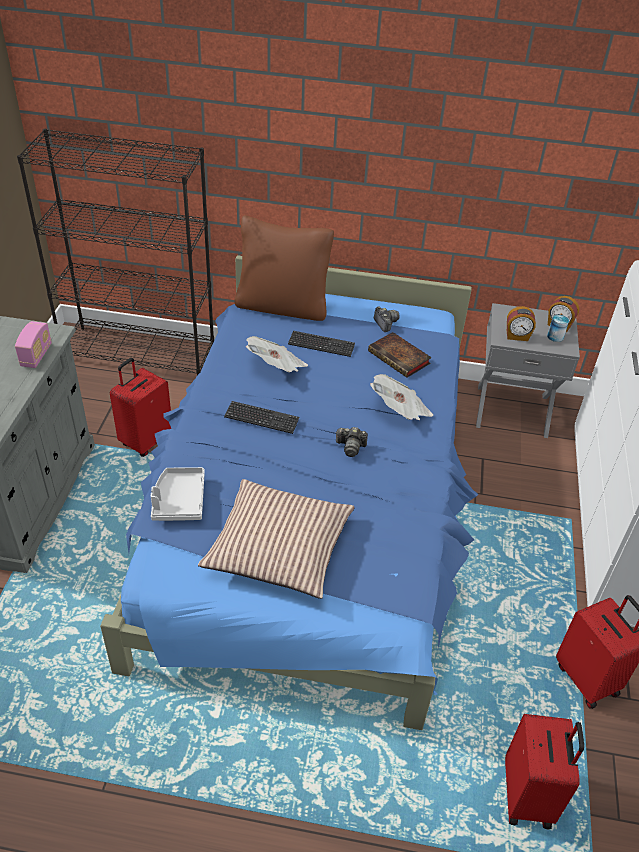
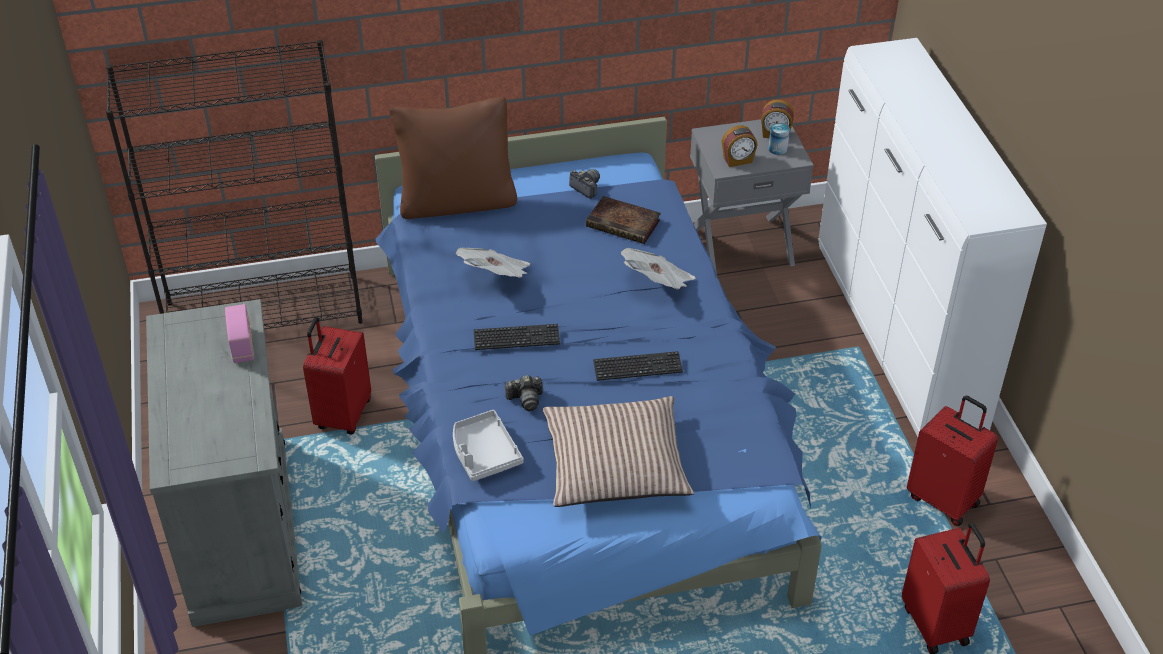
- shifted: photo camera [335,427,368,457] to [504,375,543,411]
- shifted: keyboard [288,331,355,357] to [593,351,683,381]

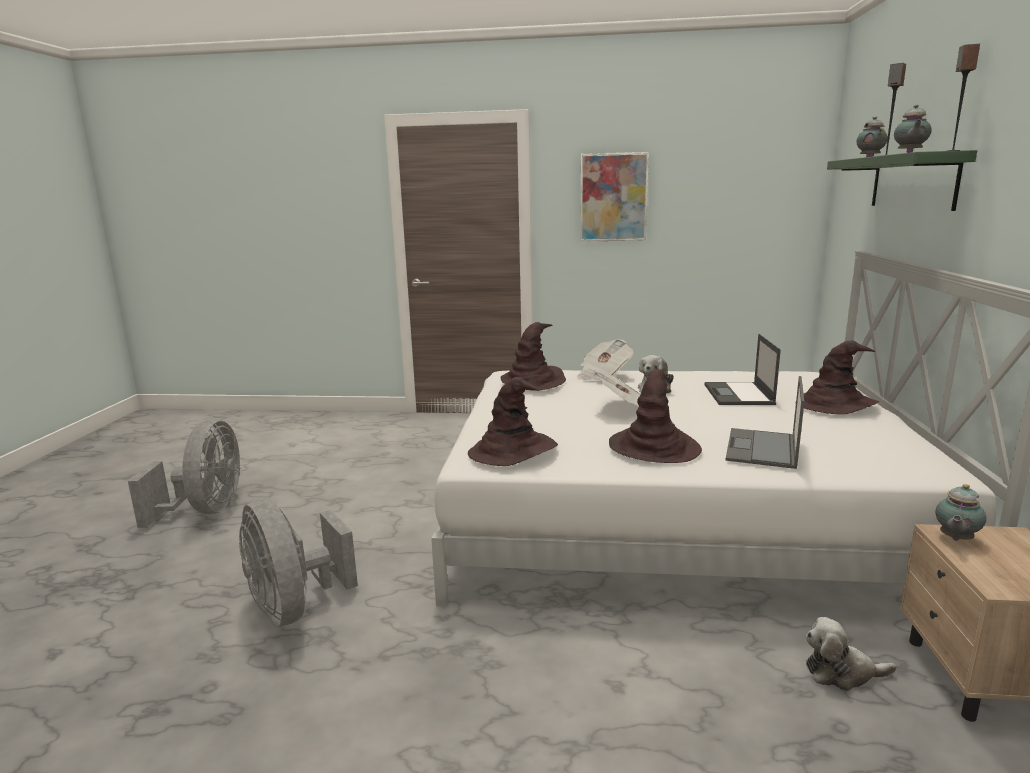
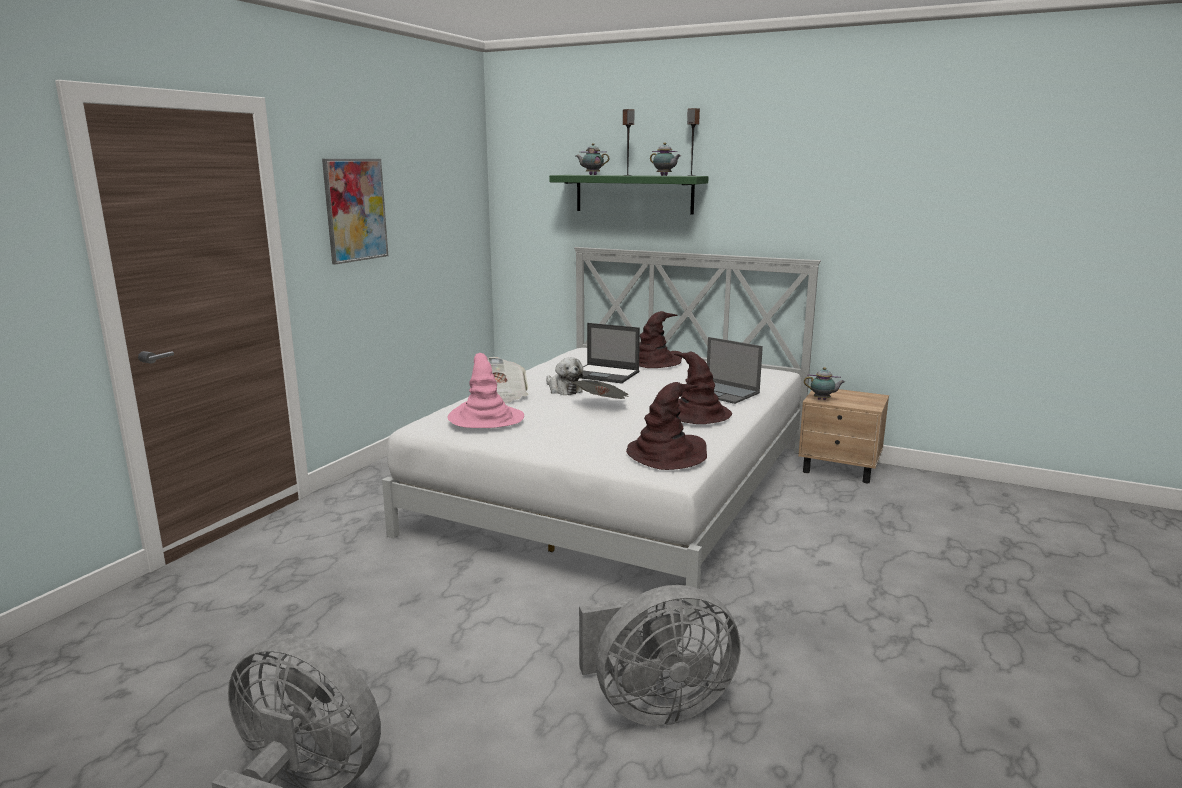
- repainted: hat/brown [500,322,566,391] to hat/pink [448,353,524,428]
- rotated: teapot [935,484,986,541] = [804,367,845,400] 45 degrees counterclockwise
- gone: plush toy [806,617,897,691]

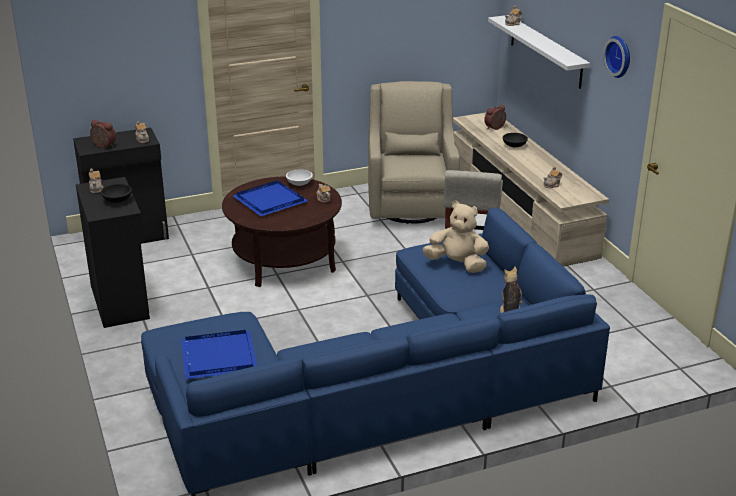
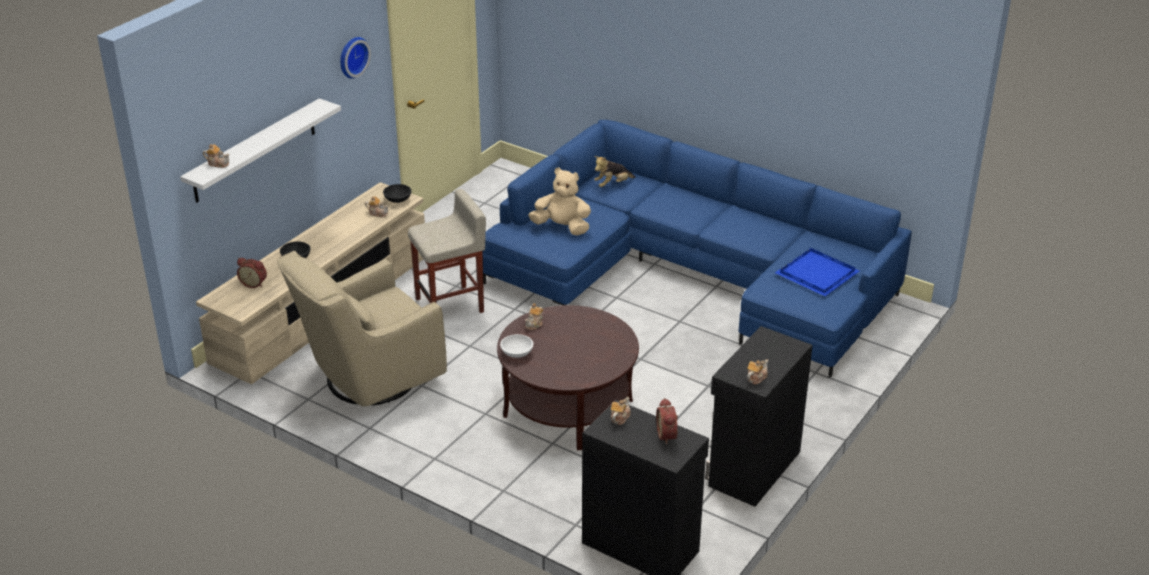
- shifted: bowl/black [101,184,132,203] to [383,184,412,203]
- rotated: plush toy/beige [422,201,489,273] = [528,168,591,236] 120 degrees clockwise
- gone: tray/blue [233,180,308,216]

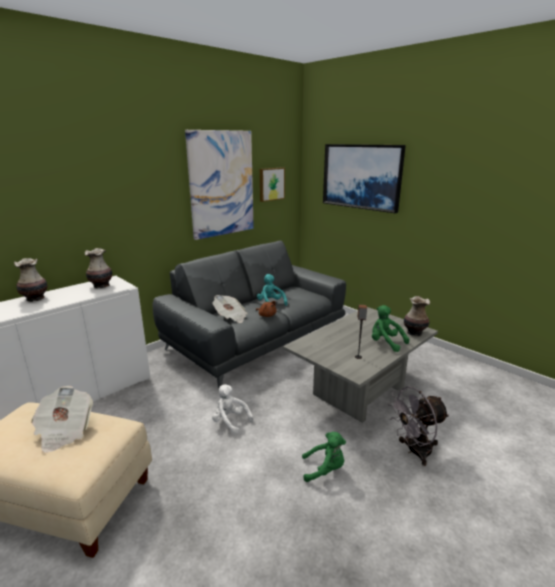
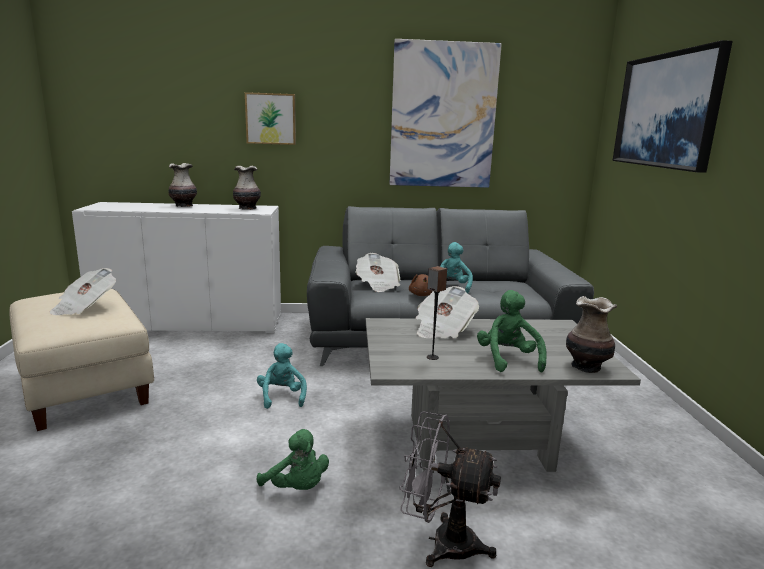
- shifted: picture [260,167,285,202] to [245,92,296,145]
- repainted: plush toy/white [212,384,253,435] to plush toy/turquoise [257,343,307,409]
- new: newspaper [416,286,479,338]

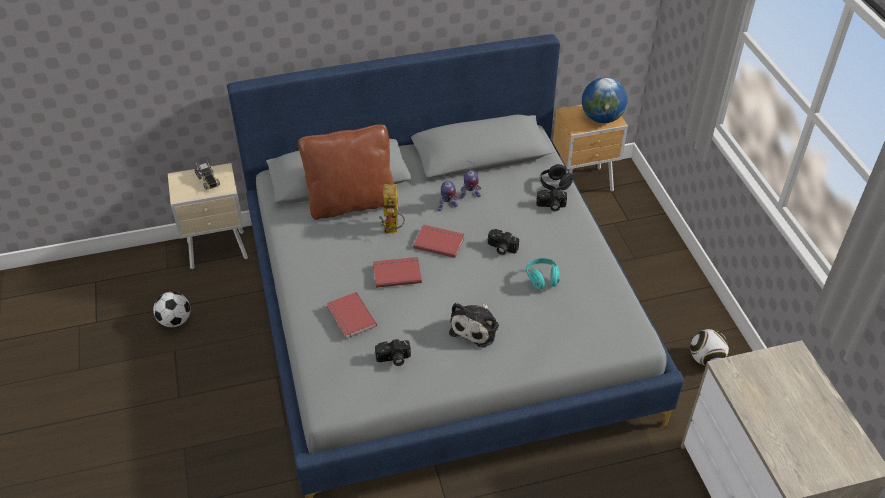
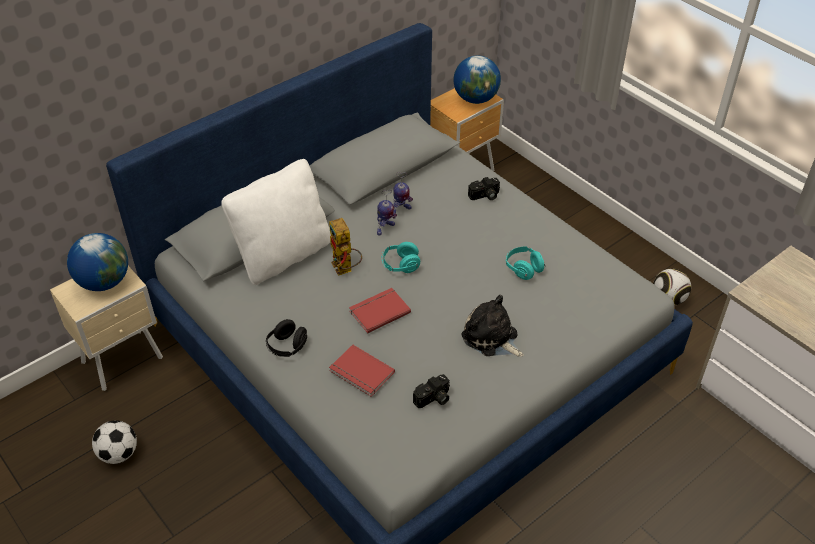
- swapped: toy truck [195,160,220,190] to globe [67,233,128,291]
- repainted: pillow/brown [298,124,394,220] to pillow/white [221,159,331,285]
- shifted: headphones/black [540,164,573,191] to [266,319,307,357]
- swapped: book/red [413,225,465,258] to headphones/turquoise [382,242,420,273]
- rotated: plush toy [449,303,499,347] = [461,295,524,357] 135 degrees clockwise
- gone: photo camera [487,229,519,255]

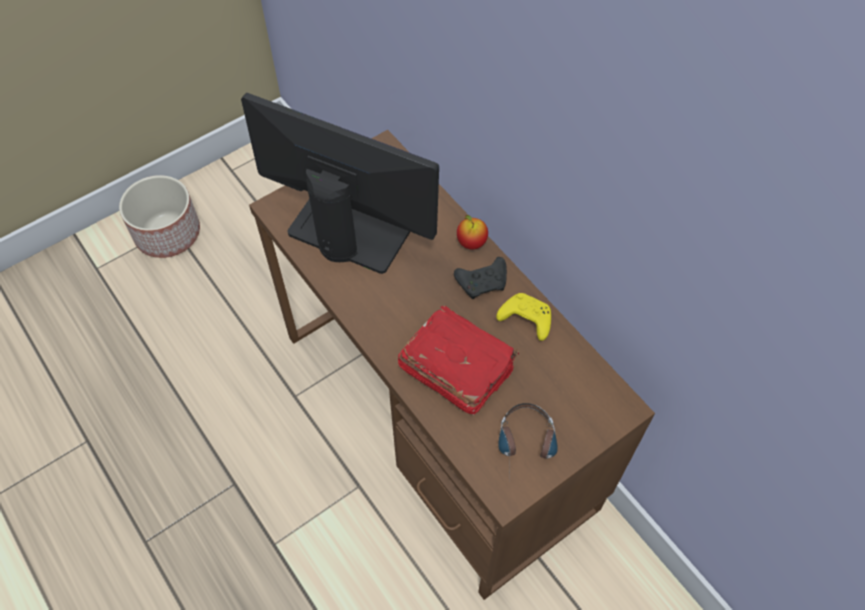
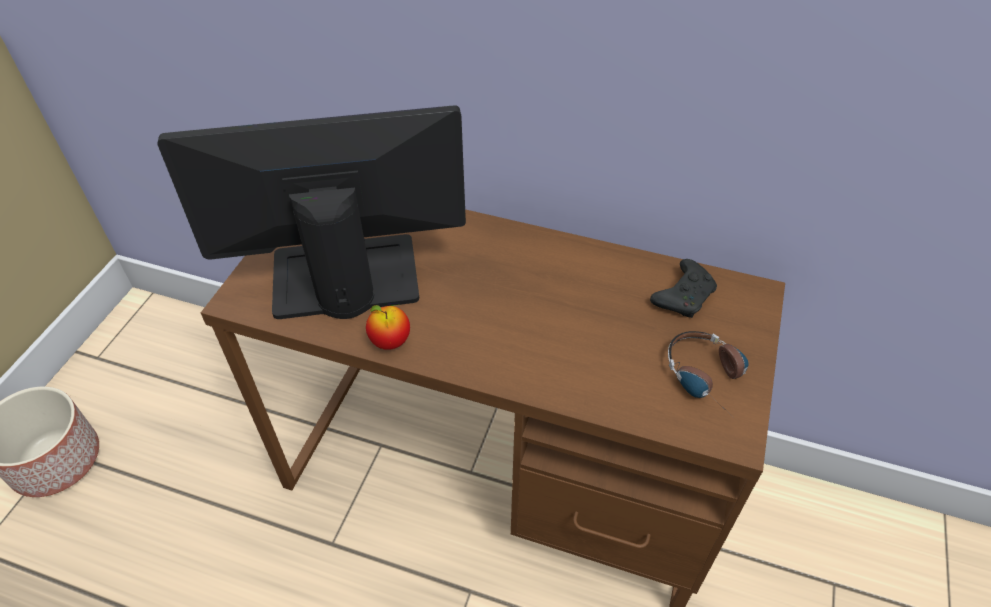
- shifted: apple [457,215,488,249] to [366,305,410,350]
- shifted: game controller/black [454,257,507,299] to [650,259,717,318]
- gone: book/red [398,305,519,415]
- gone: game controller/yellow [496,293,551,341]

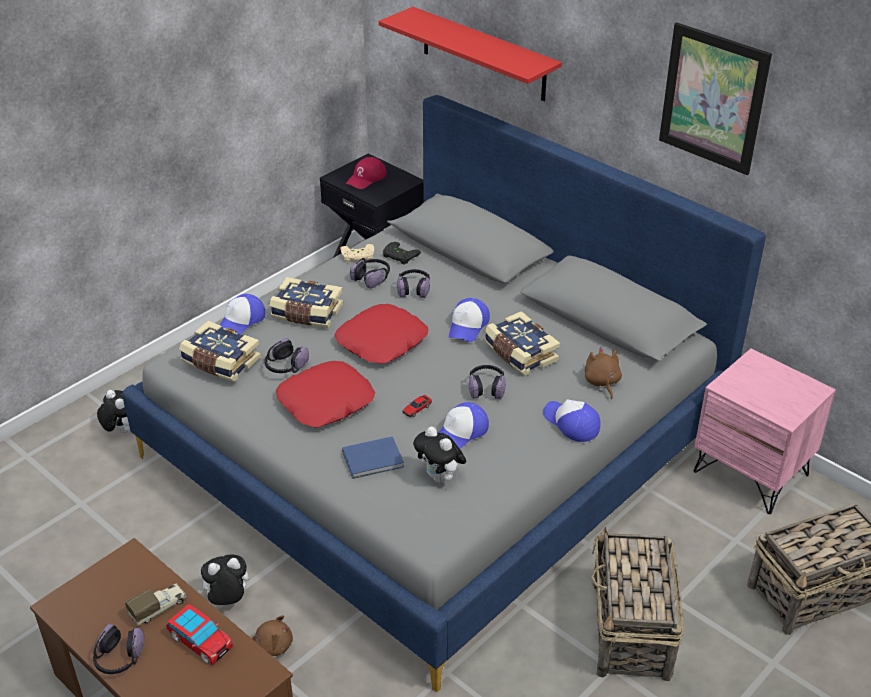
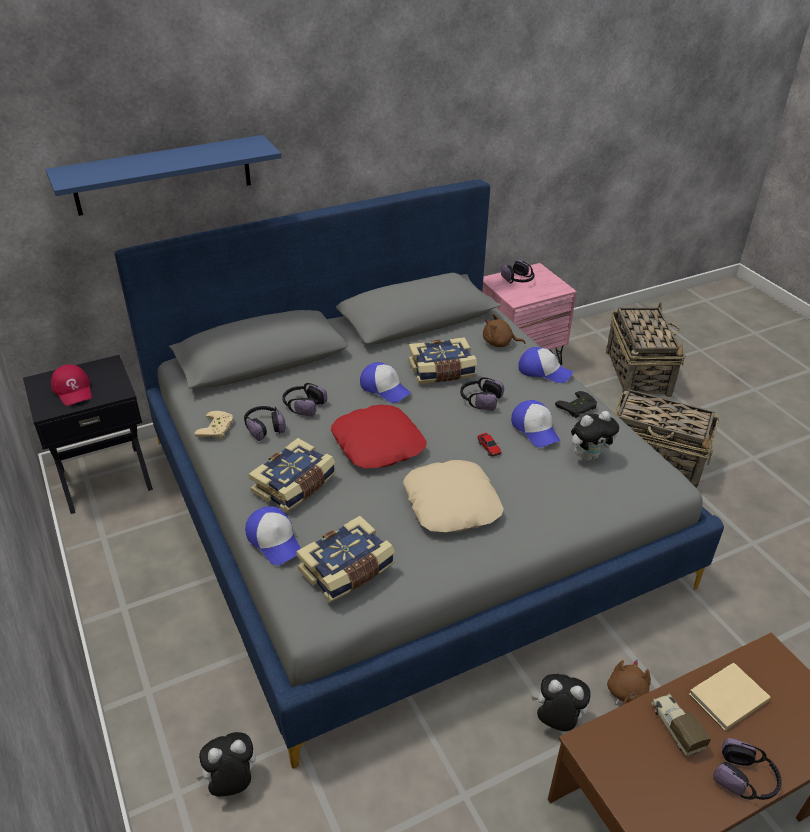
- repainted: shelf/red [379,7,562,101] to shelf/blue [45,135,282,216]
- repainted: pillow/red [276,361,375,427] to pillow/beige [403,460,504,532]
- shifted: headphones [264,338,309,373] to [501,260,535,283]
- rotated: cap [543,399,601,442] = [518,347,573,383] 135 degrees counterclockwise
- rotated: plush toy [197,554,249,605] = [531,674,591,731] 105 degrees clockwise
- shifted: game controller/black [383,242,421,265] to [555,391,597,418]
- swapped: toy car [166,604,233,665] to book/beige [689,662,771,731]
- gone: book/blue [342,436,404,479]
- gone: picture [659,22,772,175]

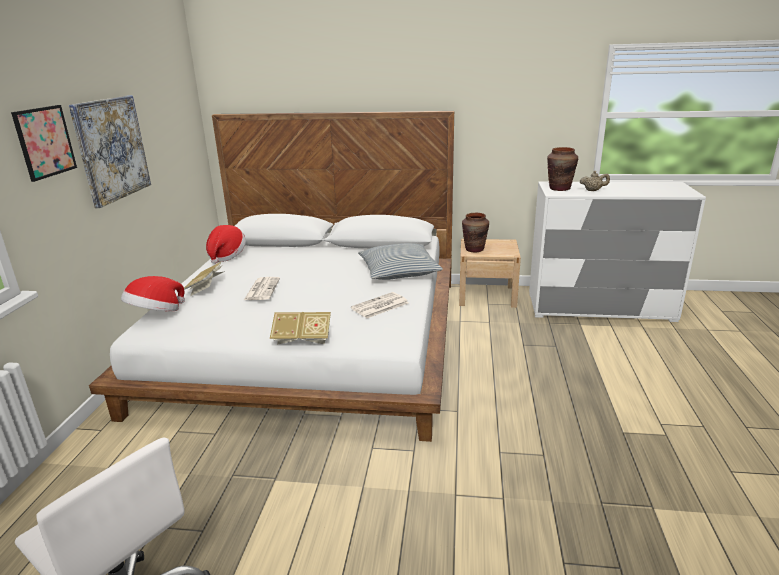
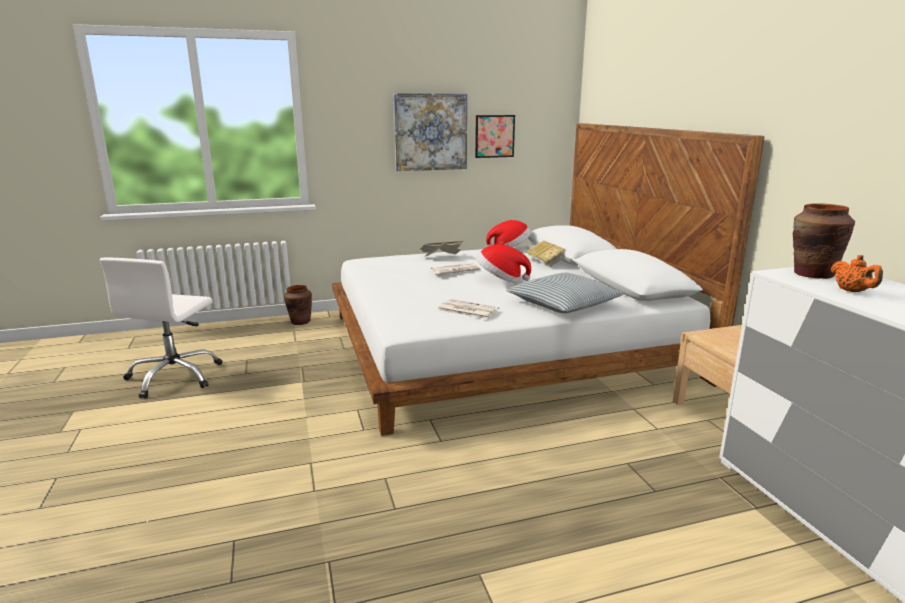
- shifted: vase/brown [462,213,489,252] to [284,285,312,325]
- shifted: picture [11,105,77,182] to [475,115,515,158]
- shifted: hat [121,276,185,311] to [477,244,531,283]
- shifted: book [270,312,331,345] to [526,240,566,268]
- repainted: teapot/beige [580,171,610,191] to teapot/orange [831,255,883,292]

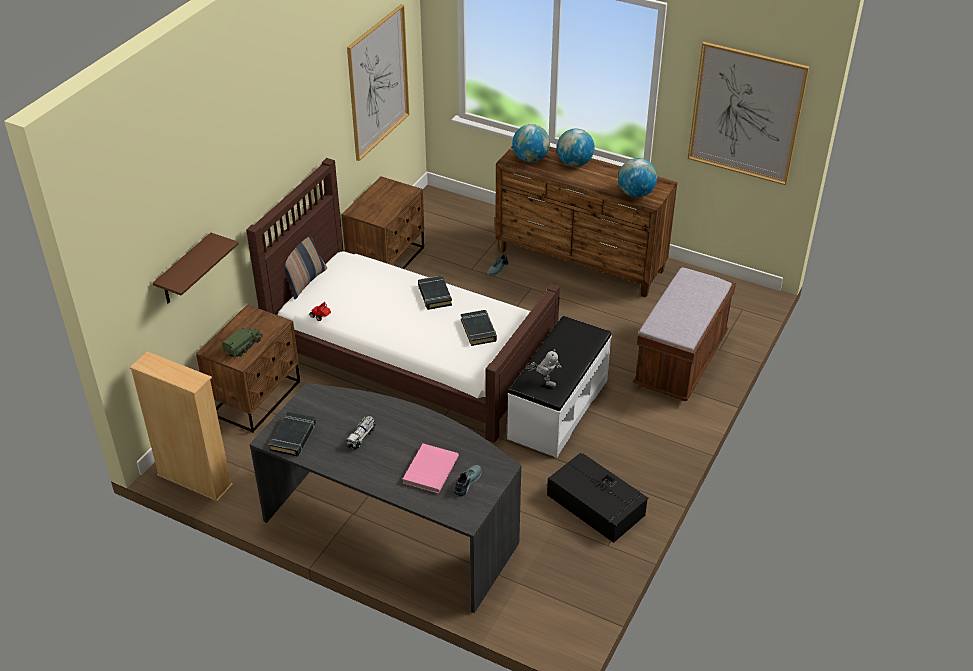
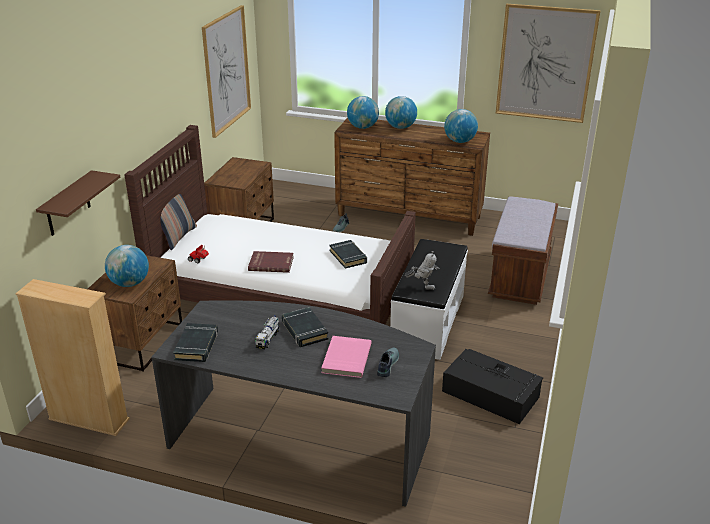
- swapped: toy truck [222,328,263,357] to globe [105,245,149,287]
- new: book/red [248,251,294,273]
- shifted: book/black [418,276,452,310] to [282,307,328,347]

